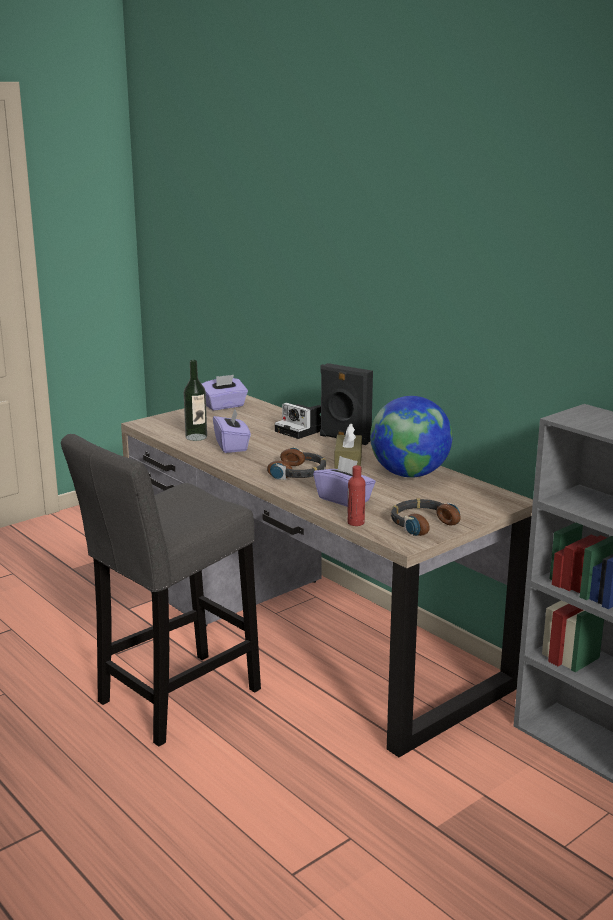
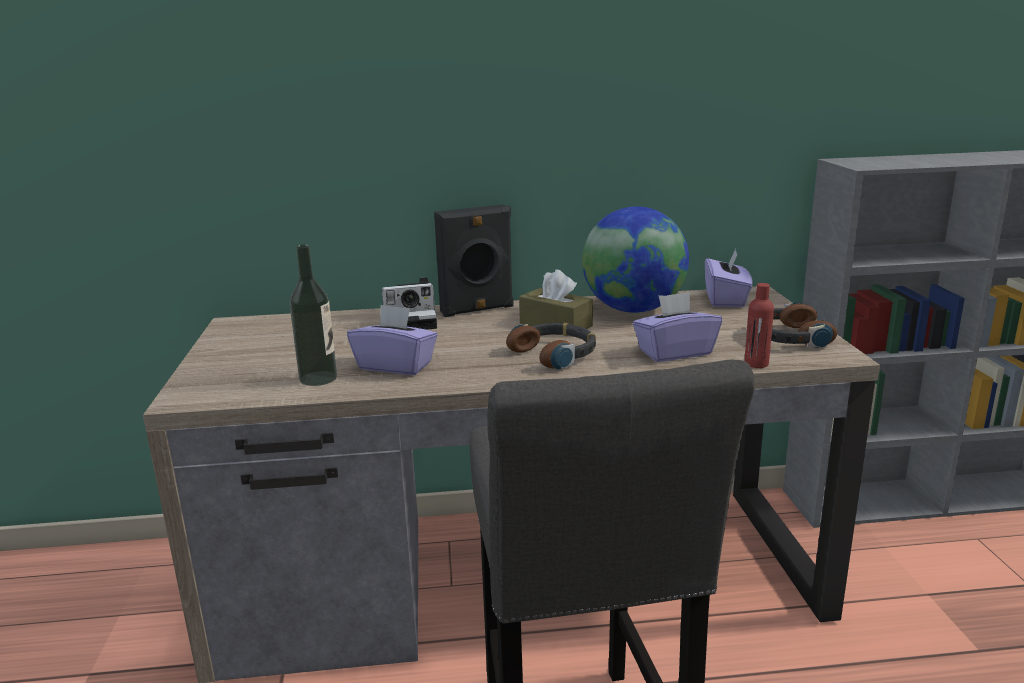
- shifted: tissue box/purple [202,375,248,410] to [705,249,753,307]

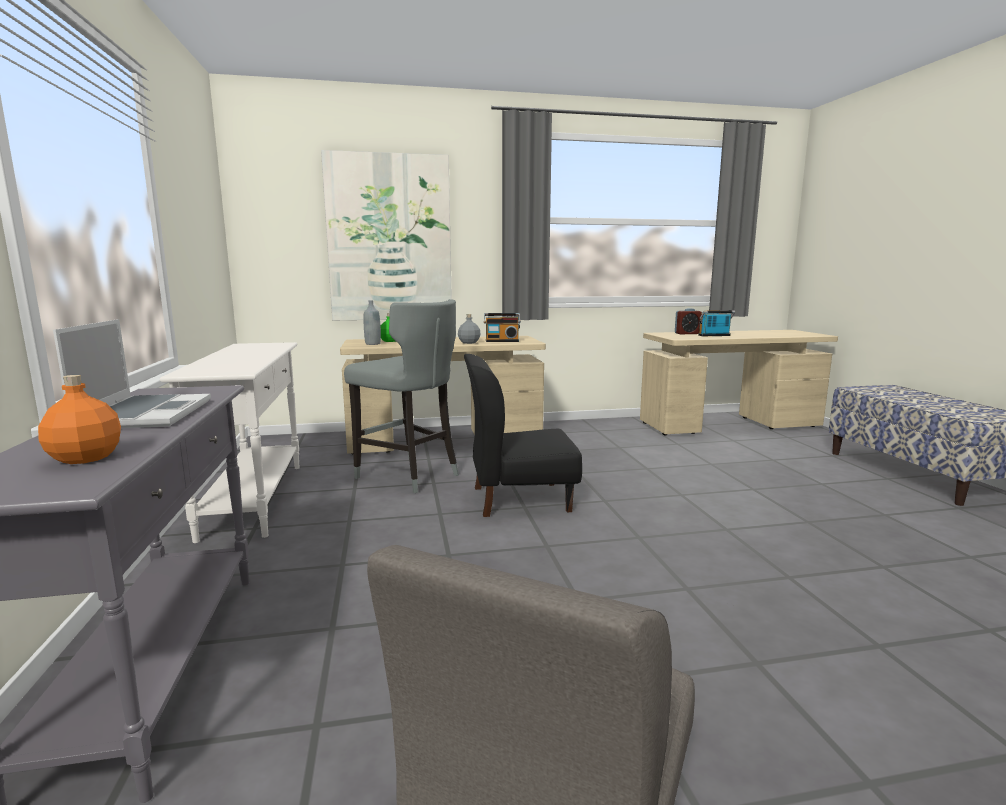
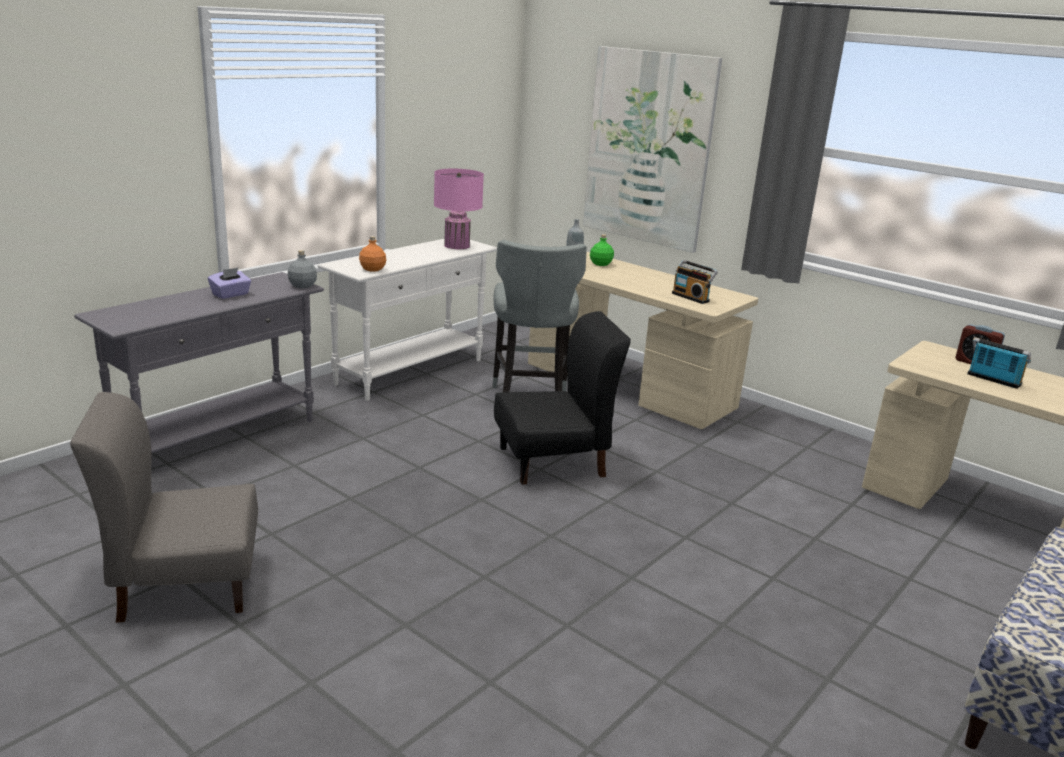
- swapped: laptop [53,319,211,428] to tissue box/purple [208,268,251,299]
- shifted: bottle/grey [458,314,480,344] to [288,250,317,288]
- shifted: bottle/orange [38,375,121,464] to [359,236,386,272]
- new: table lamp/pink [434,169,484,249]
- rotated: chair/black [464,354,582,517] = [494,311,631,485] 120 degrees clockwise

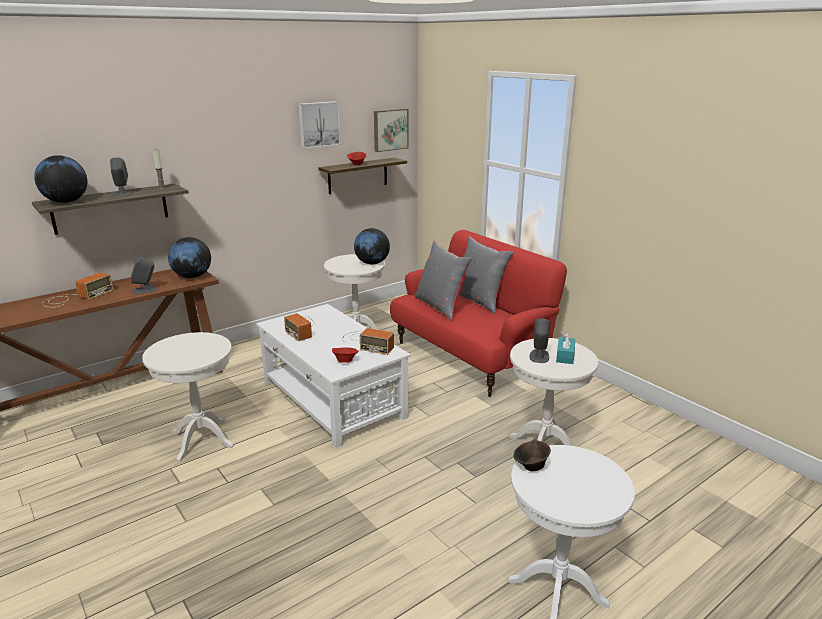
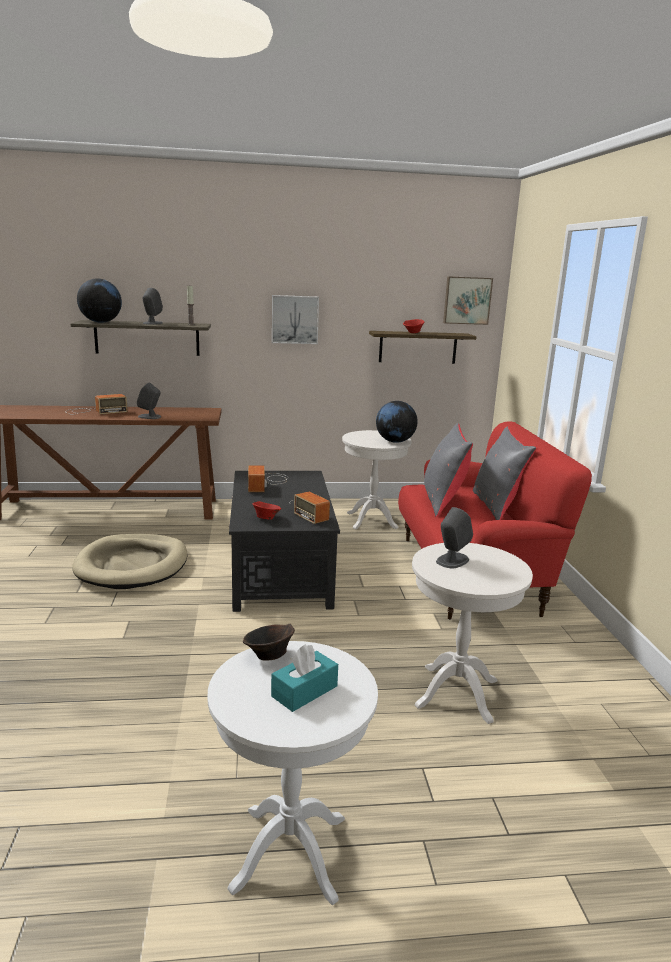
- swapped: side table/white [142,332,234,461] to dog bed/beige [72,534,187,589]
- repainted: coffee table/white [256,304,411,448] to coffee table/black [229,471,340,612]
- shifted: tissue box/turquoise [556,332,575,364] to [271,644,338,712]
- shifted: picture [298,101,340,149] to [272,295,319,344]
- gone: globe [168,237,211,278]

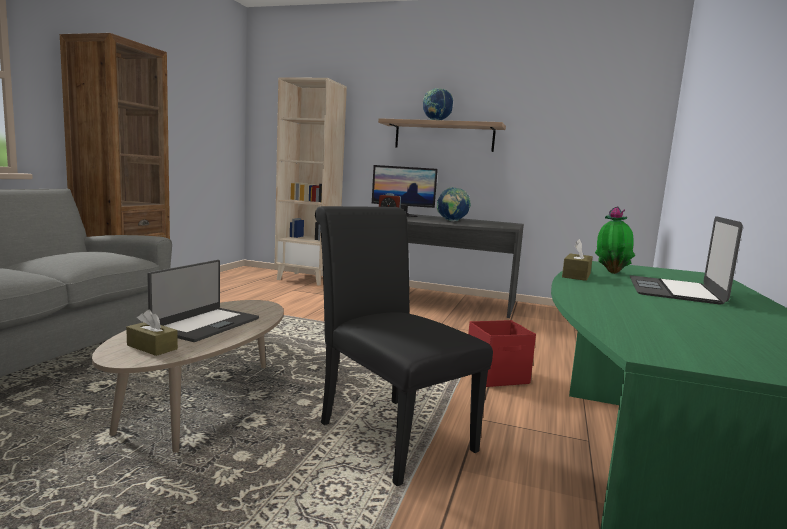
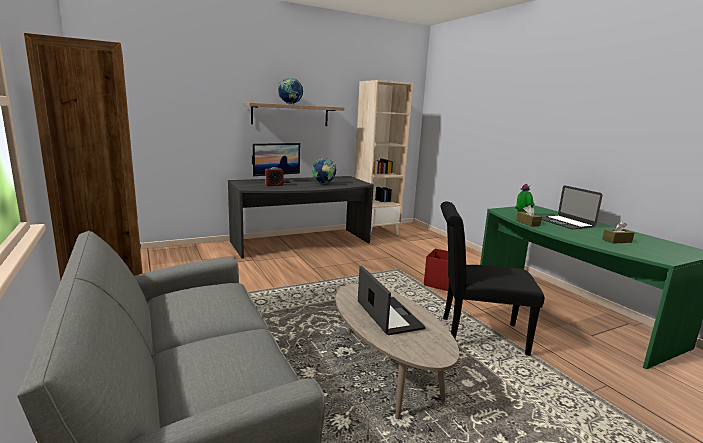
- shifted: bookcase/beige [275,77,347,286] to [355,80,413,236]
- shifted: tissue box/brown [126,310,178,356] to [602,221,634,244]

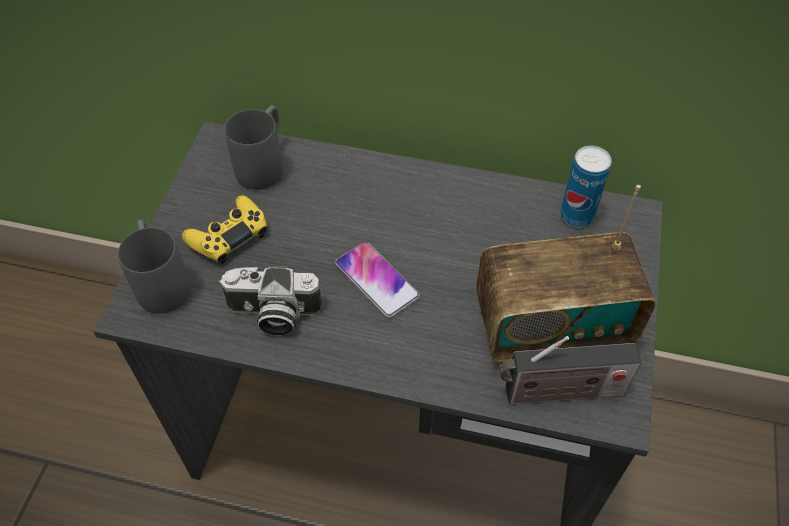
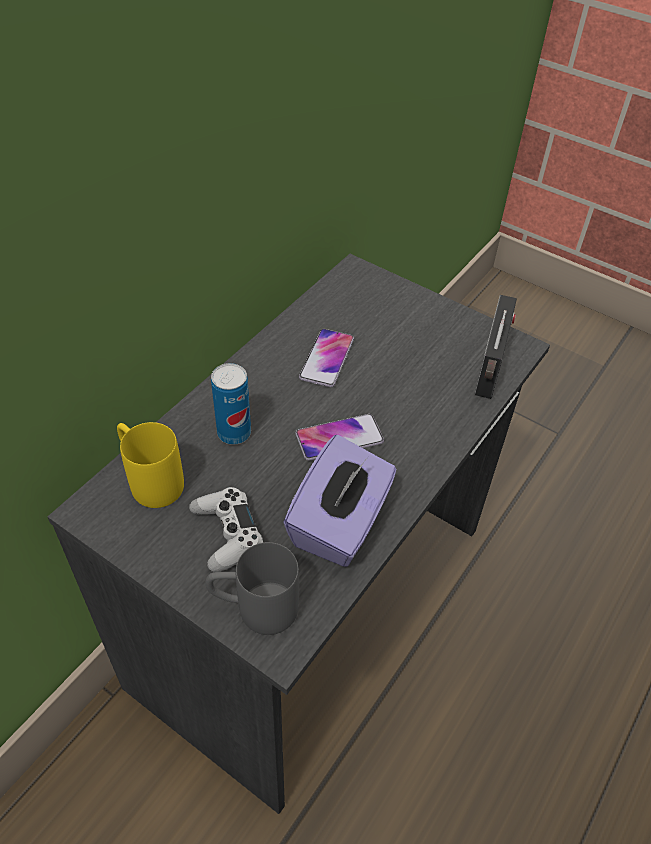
- repainted: mug/grey [225,105,283,190] to mug/yellow [117,422,184,508]
- repainted: game controller/yellow [182,195,267,264] to game controller/white [189,487,264,572]
- shifted: can [560,146,612,227] to [211,363,251,445]
- swapped: photo camera [219,264,322,335] to tissue box/purple [283,435,397,567]
- new: phone [299,329,354,387]
- gone: radio [476,185,655,365]

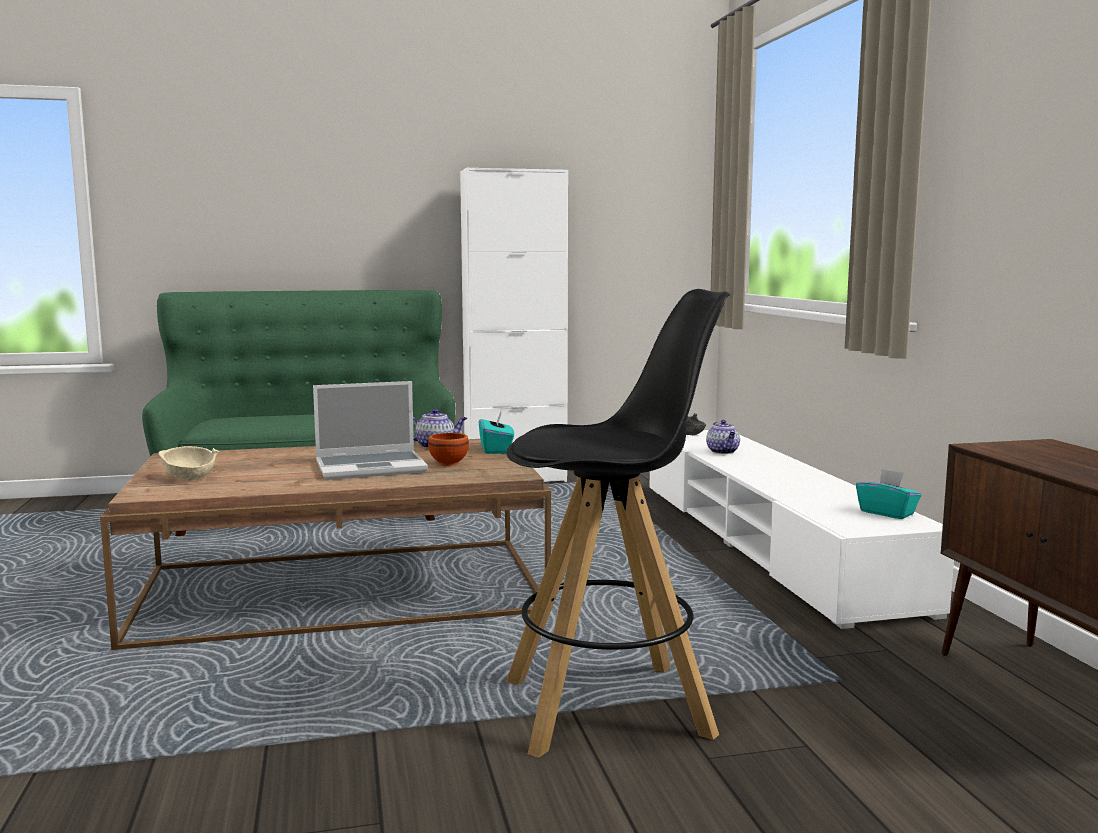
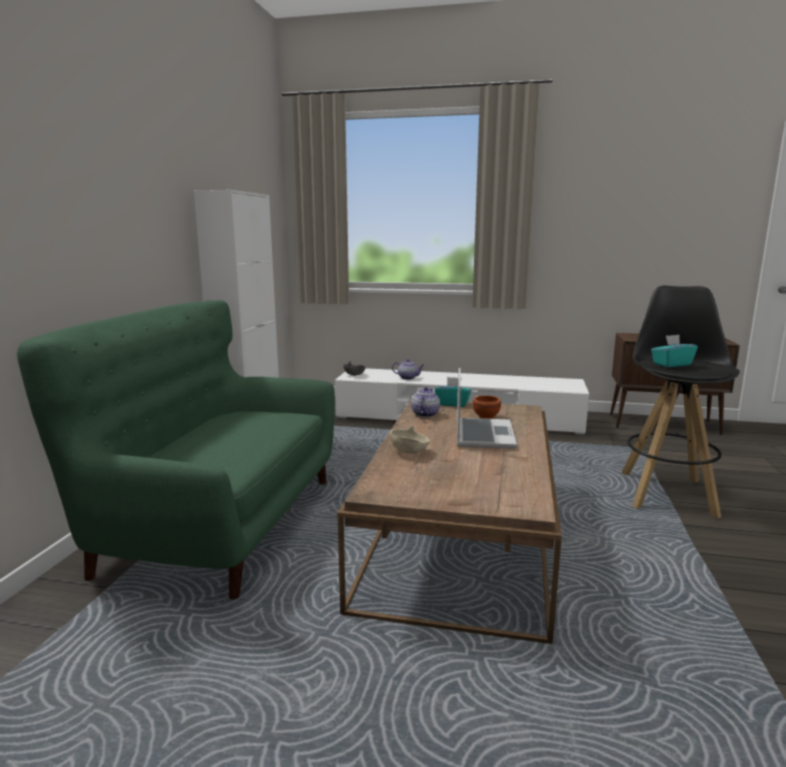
- shifted: bowl/beige [159,446,220,481] to [390,425,430,454]
- shifted: tissue box/turquoise [856,469,921,519] to [651,335,698,367]

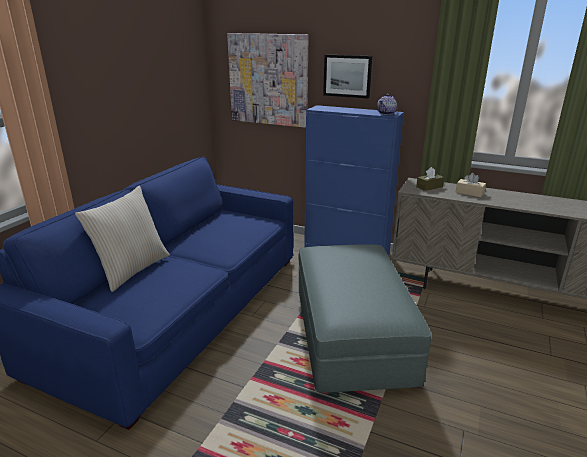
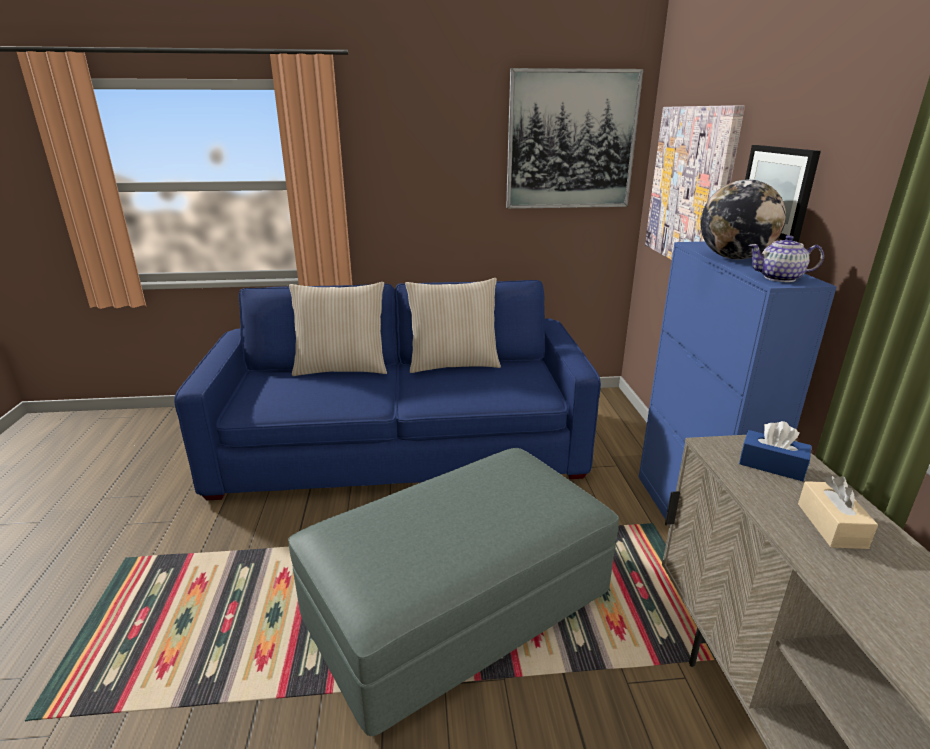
- new: pillow/beige [405,278,501,373]
- new: picture [506,68,643,209]
- new: globe [701,180,786,259]
- repainted: tissue box/brown [416,167,444,191] to tissue box/blue [739,421,812,481]

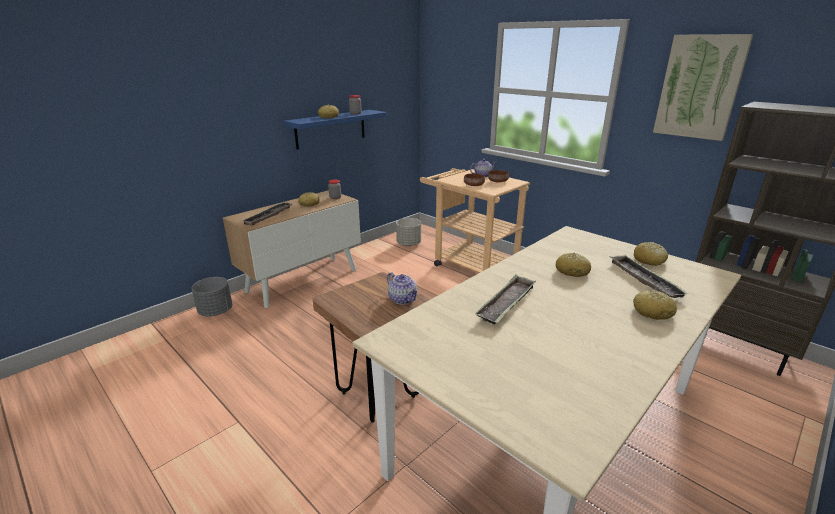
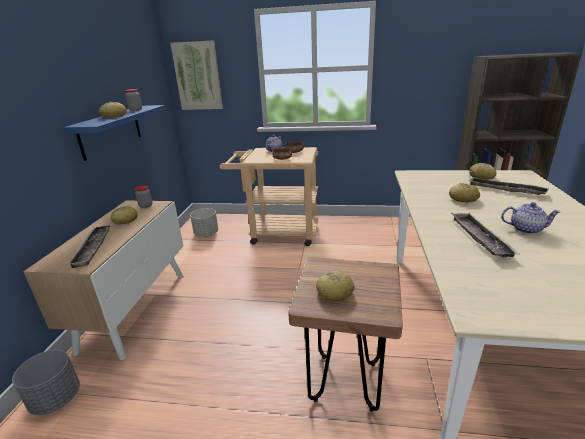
- shifted: picture [653,34,753,141] to [170,40,223,110]
- shifted: bread [633,290,677,320] to [316,271,355,301]
- shifted: teapot [387,272,419,305] to [501,202,561,234]

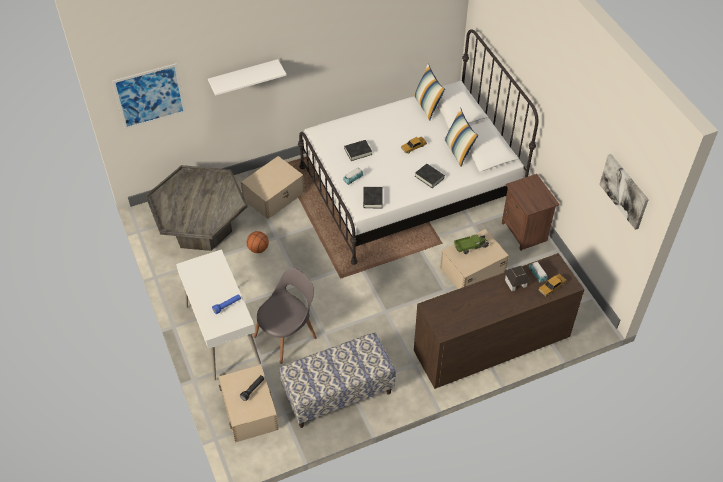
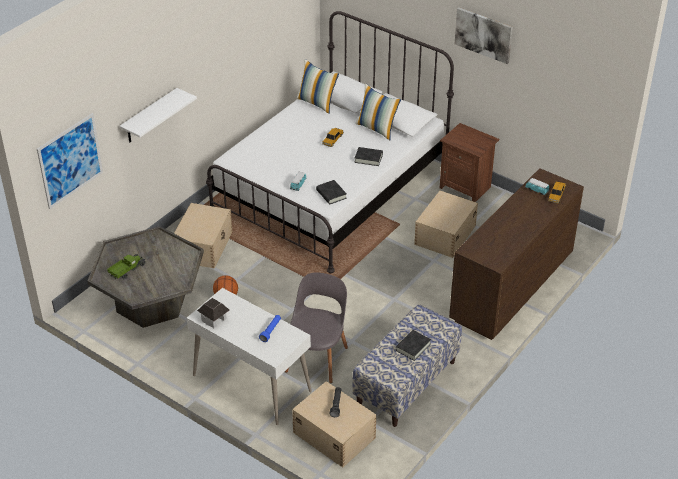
- shifted: toy truck [454,235,489,254] to [107,254,145,280]
- shifted: toy house [504,266,531,291] to [197,298,229,328]
- shifted: book/black [344,140,372,161] to [395,330,431,361]
- shifted: picture [599,154,649,230] to [455,7,513,64]

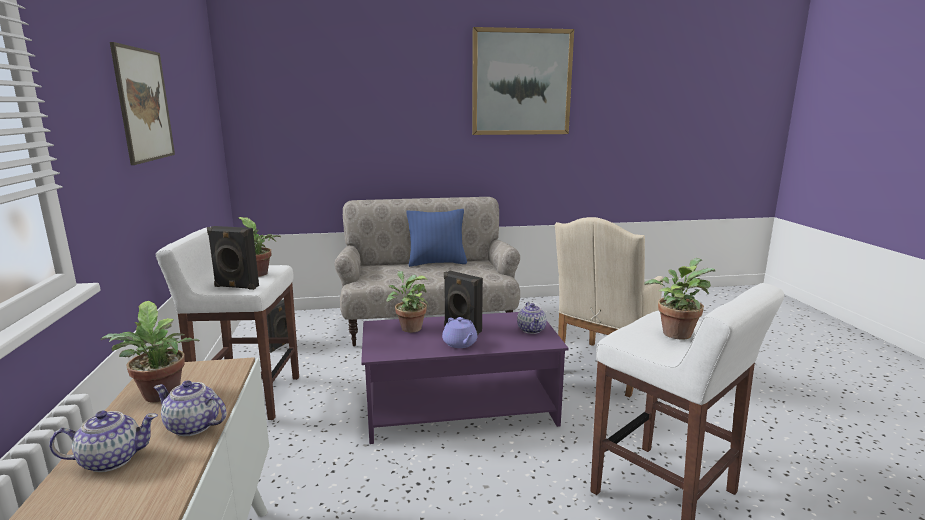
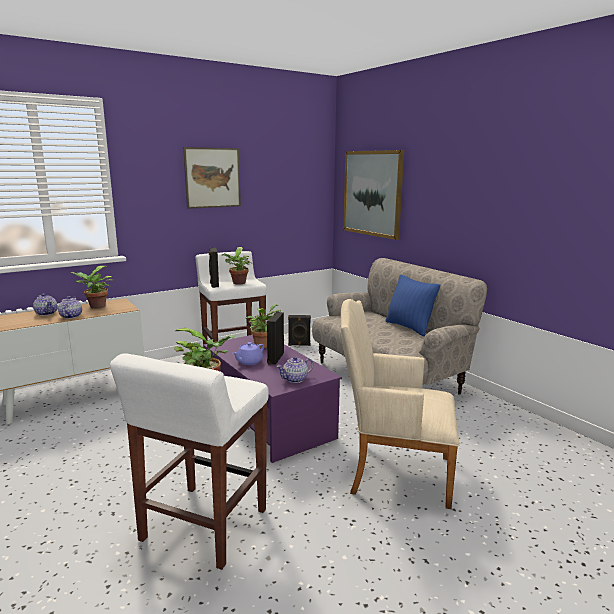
- shifted: picture [472,27,574,135] to [343,150,404,240]

